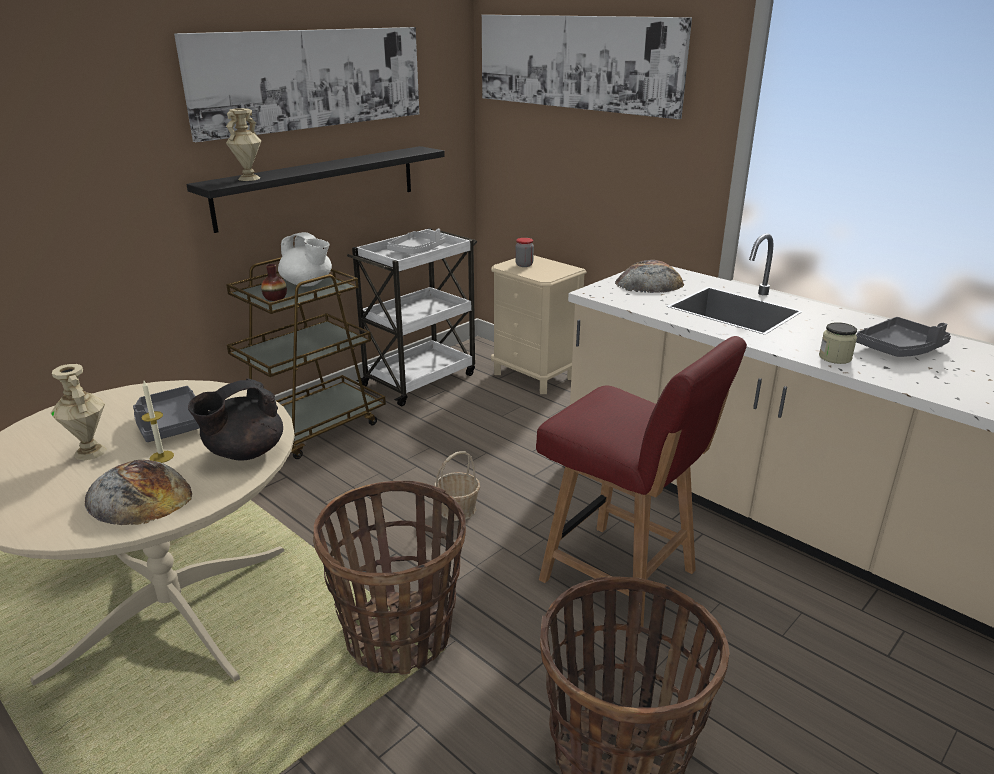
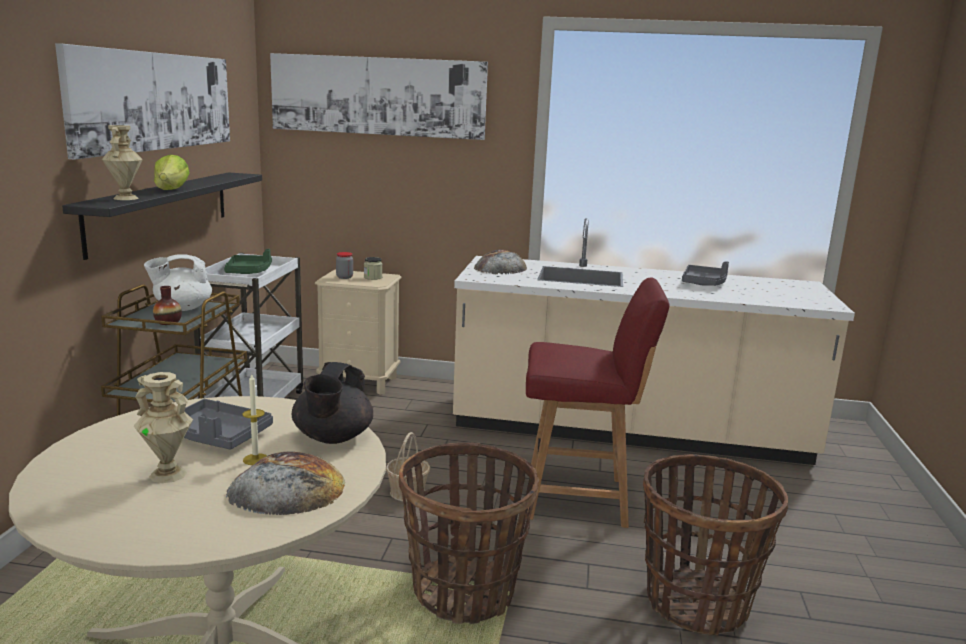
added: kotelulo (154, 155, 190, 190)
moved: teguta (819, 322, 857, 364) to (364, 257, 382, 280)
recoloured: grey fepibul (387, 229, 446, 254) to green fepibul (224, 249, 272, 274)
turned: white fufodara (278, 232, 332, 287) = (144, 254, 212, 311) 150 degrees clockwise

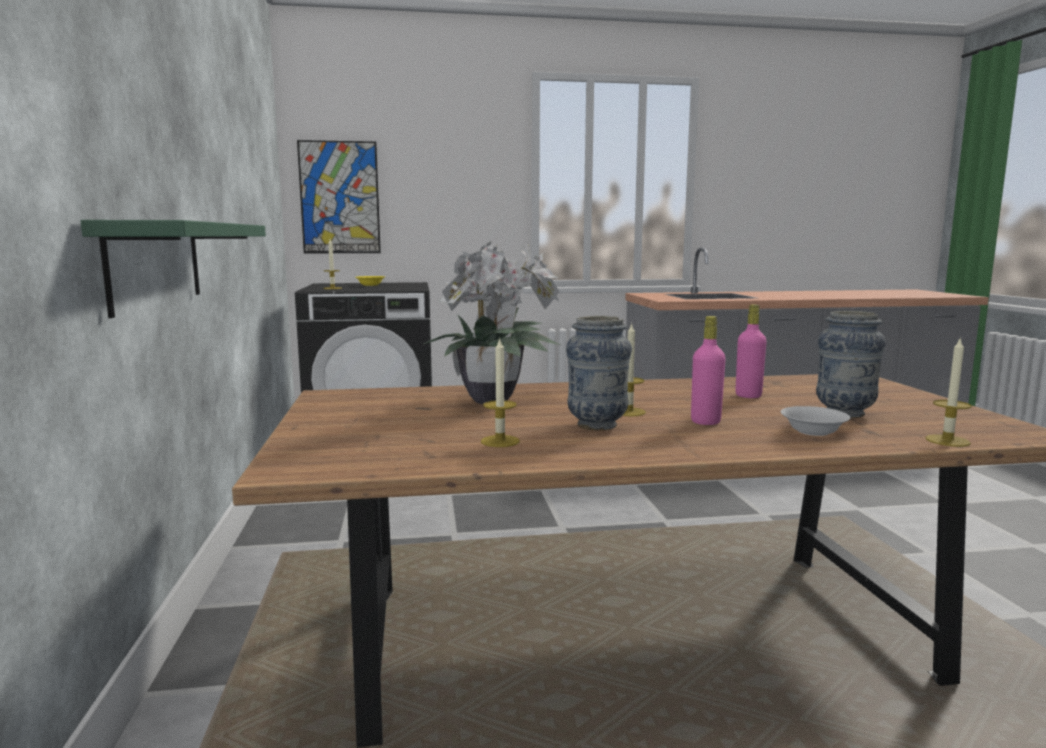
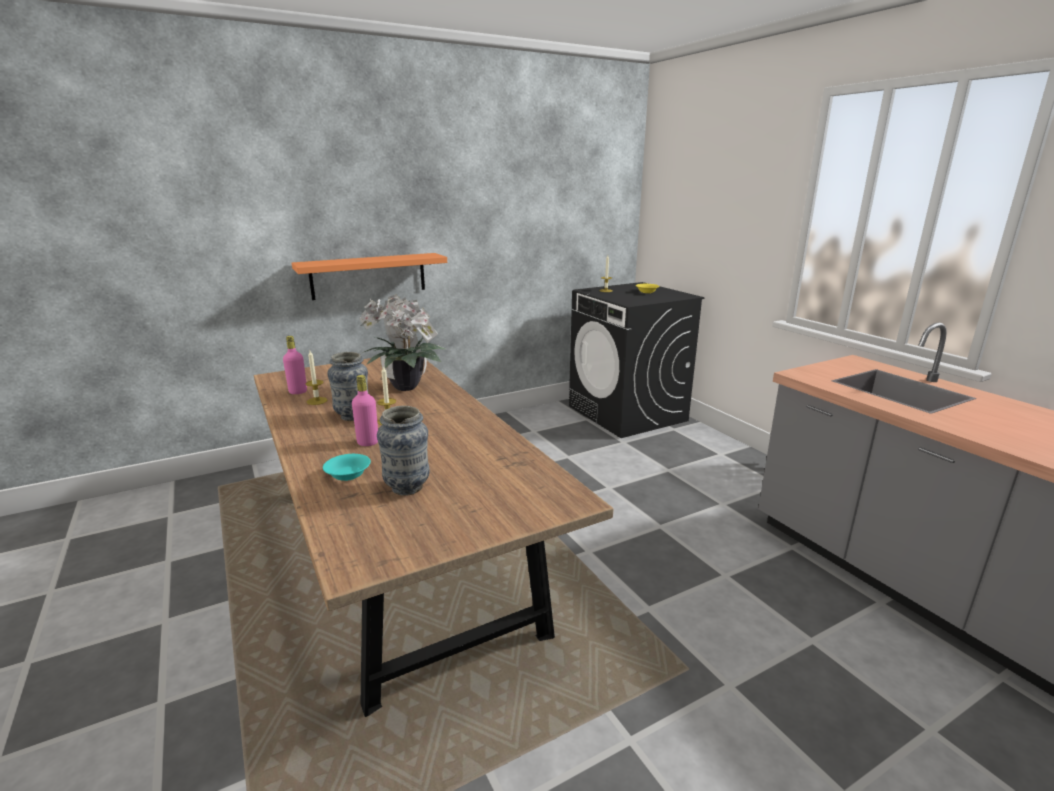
removed: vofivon (297, 140, 381, 253); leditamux (925, 337, 972, 447)
moved: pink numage (735, 304, 767, 398) to (283, 336, 307, 394)
recoloured: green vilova (81, 220, 266, 318) to orange vilova (292, 253, 447, 300); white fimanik (781, 406, 850, 436) to turquoise fimanik (323, 454, 371, 481)

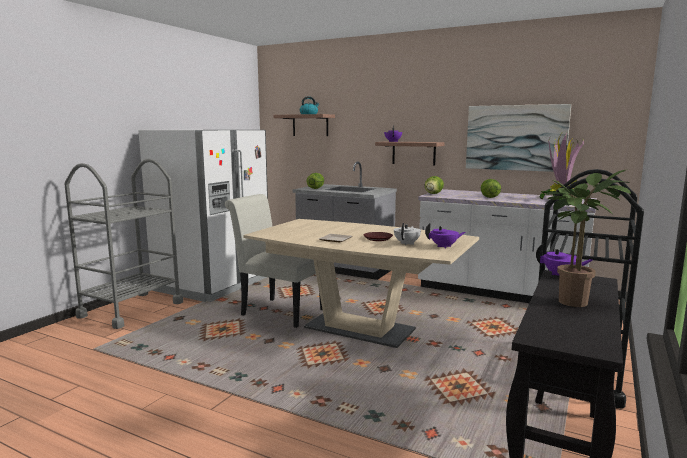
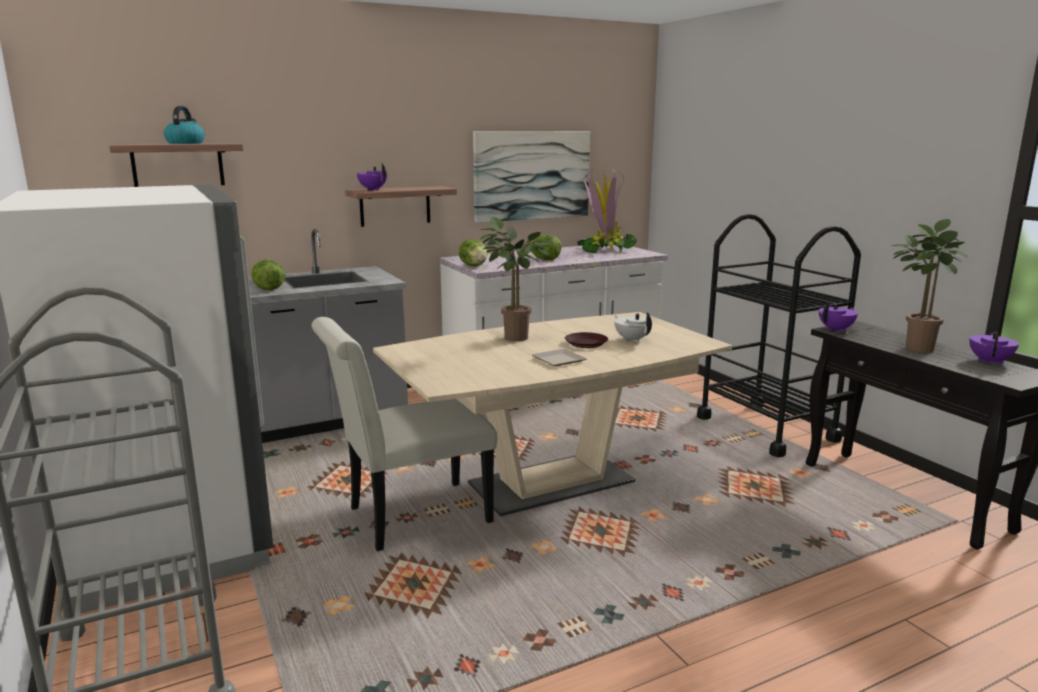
added: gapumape (480, 217, 552, 341)
moved: purple fufodara (425, 223, 465, 249) to (969, 331, 1019, 364)

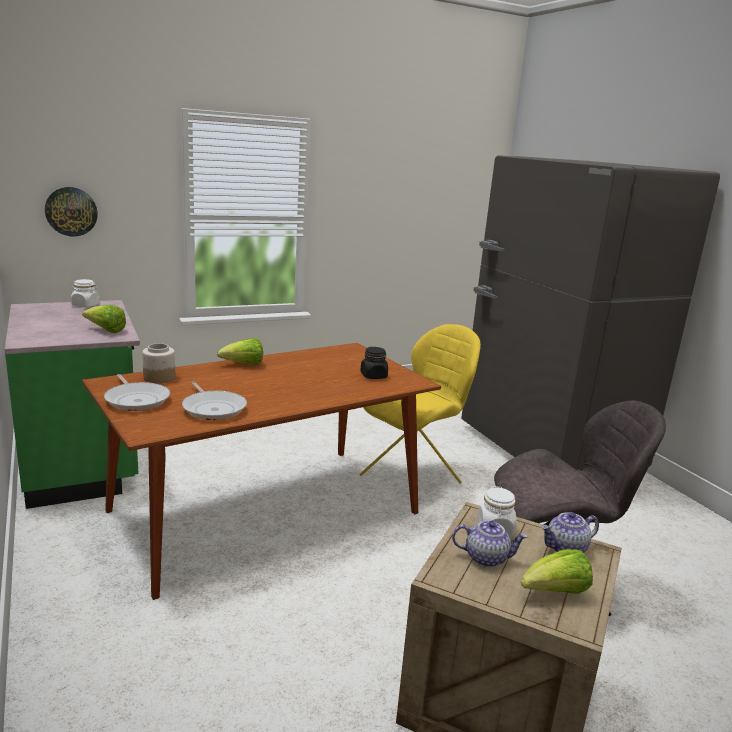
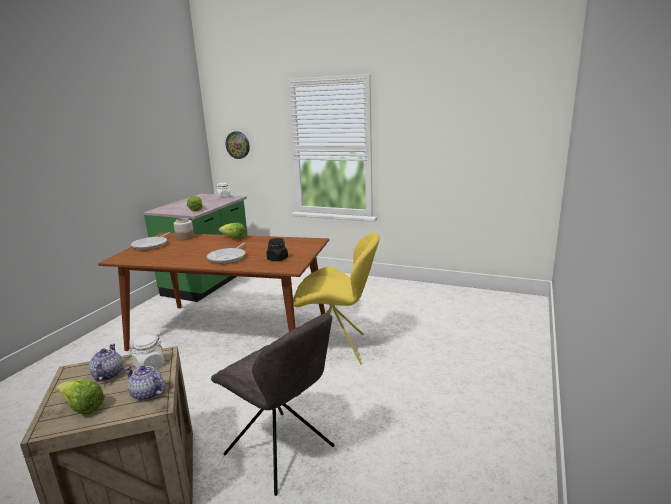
removed: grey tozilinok (461, 155, 720, 471)
moved: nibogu (182, 381, 247, 420) to (207, 243, 245, 264)
turned: fufodara (452, 521, 528, 567) = (89, 343, 123, 382) 150 degrees counterclockwise

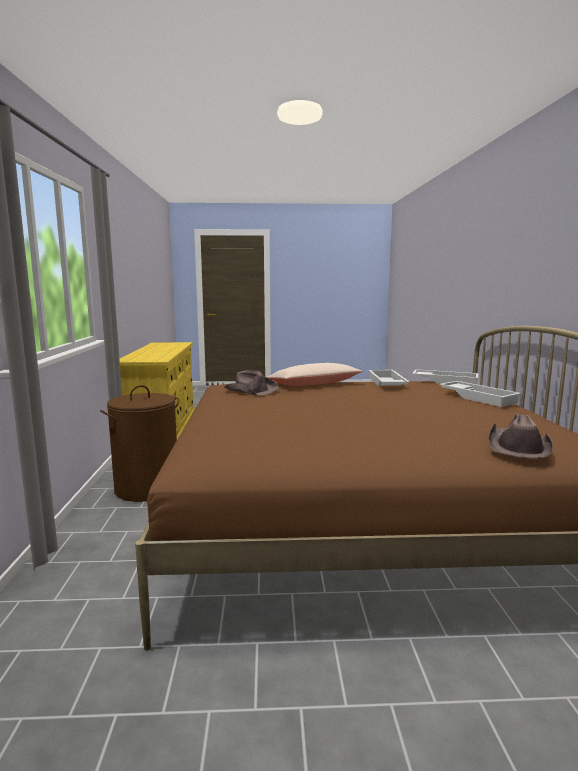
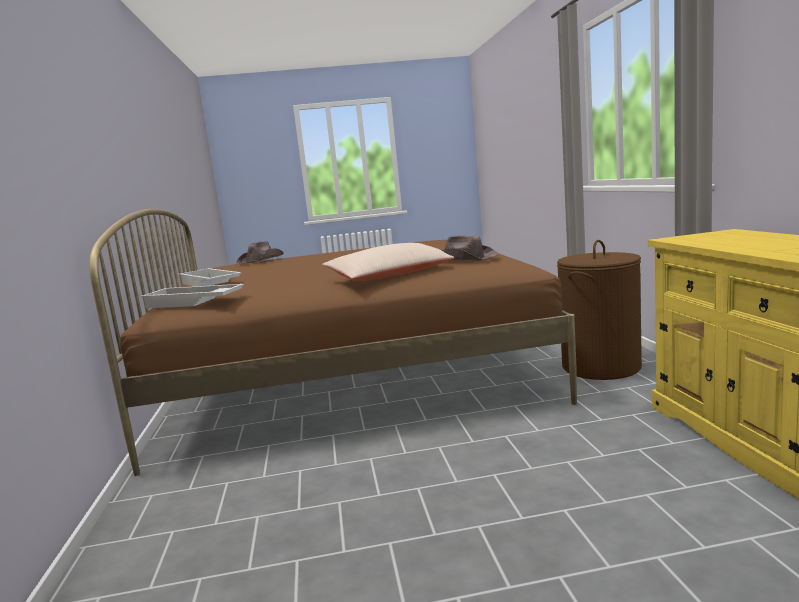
removed: white fepibul (368, 370, 410, 386)

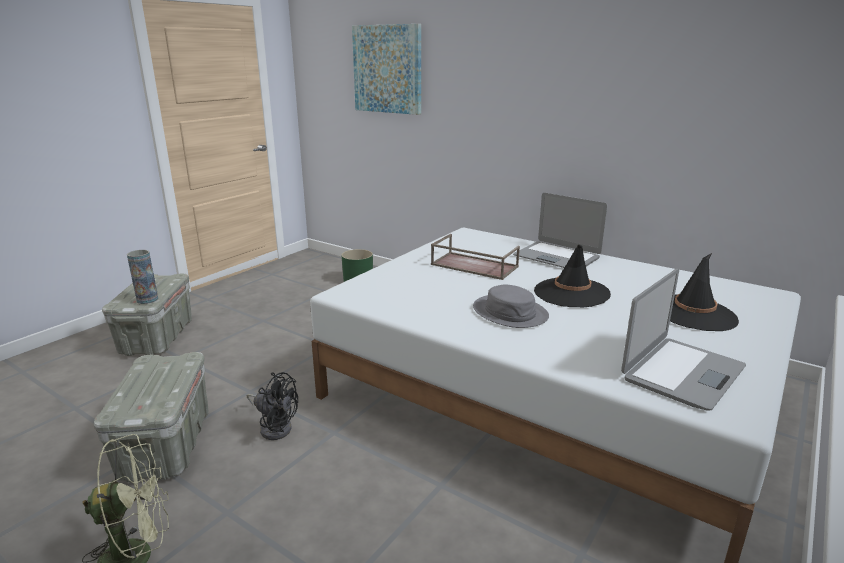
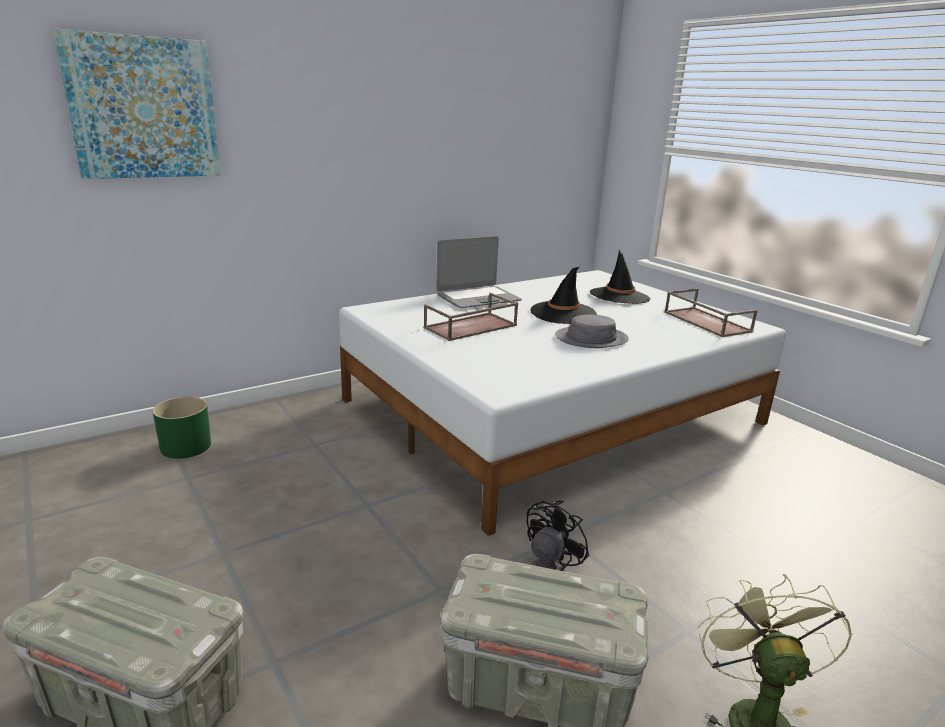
removed: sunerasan (127, 250, 158, 304)
replaced: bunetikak (621, 269, 746, 411) to brown fepibul (664, 288, 758, 337)

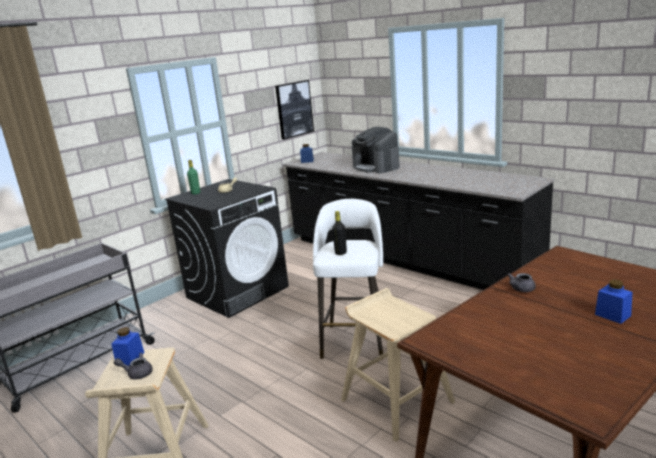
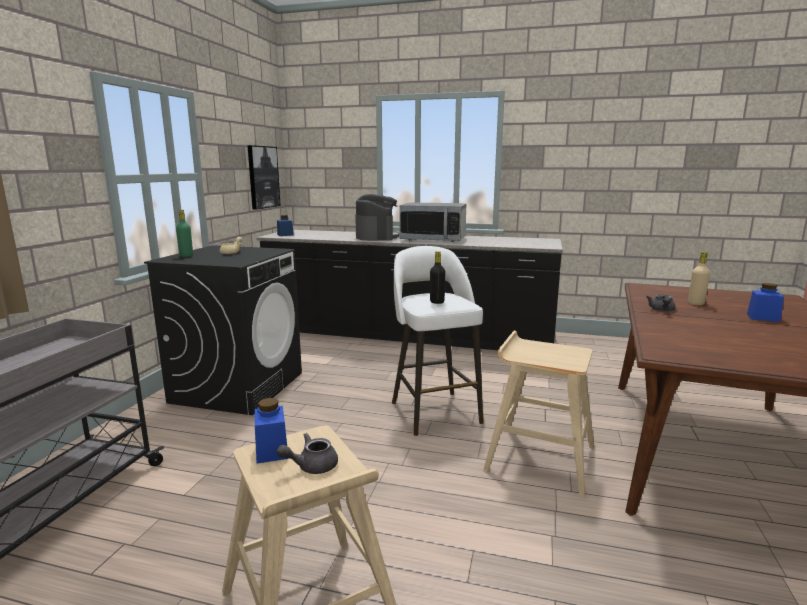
added: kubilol (399, 202, 466, 242); beige numage (688, 252, 710, 305)
turned: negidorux (352, 127, 400, 173) = (355, 194, 399, 241) 120 degrees counterclockwise

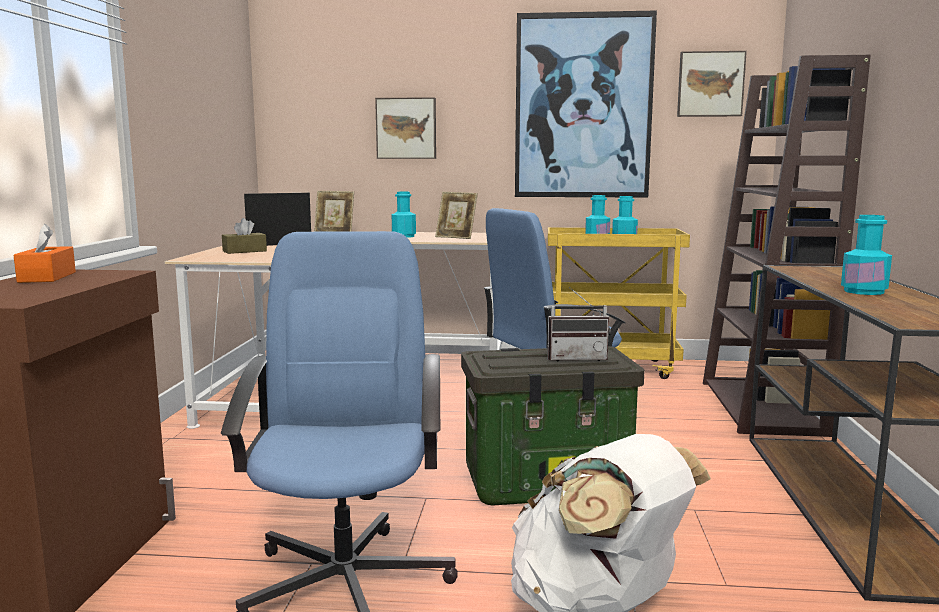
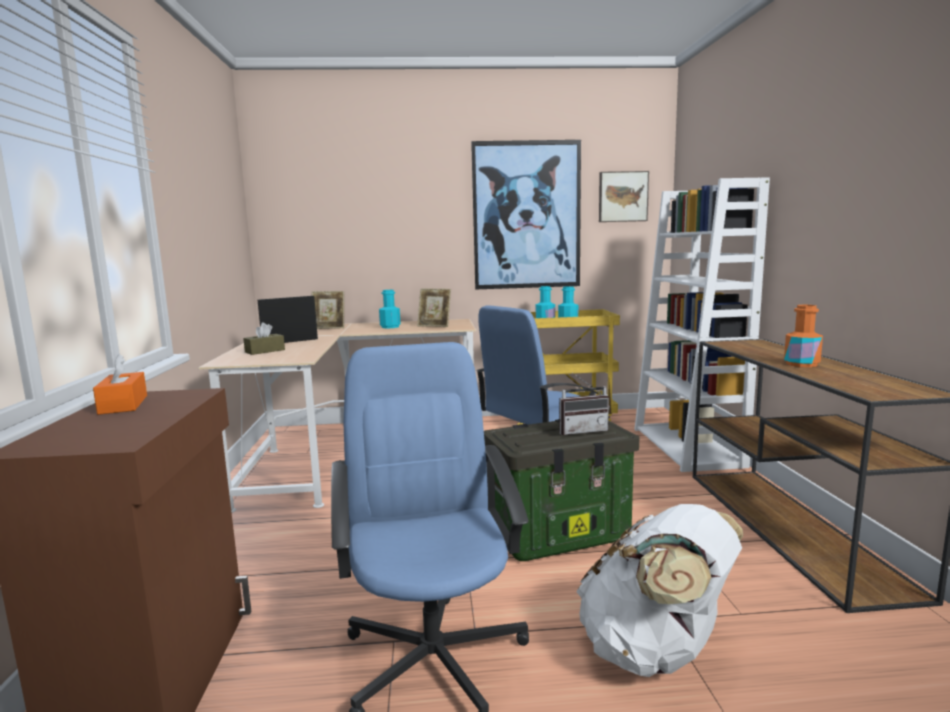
removed: vofivon (375, 97, 436, 159)
recoloured: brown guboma (703, 55, 871, 437) to white guboma (634, 177, 770, 472); turquoise numage (841, 215, 892, 295) to orange numage (784, 305, 823, 367)

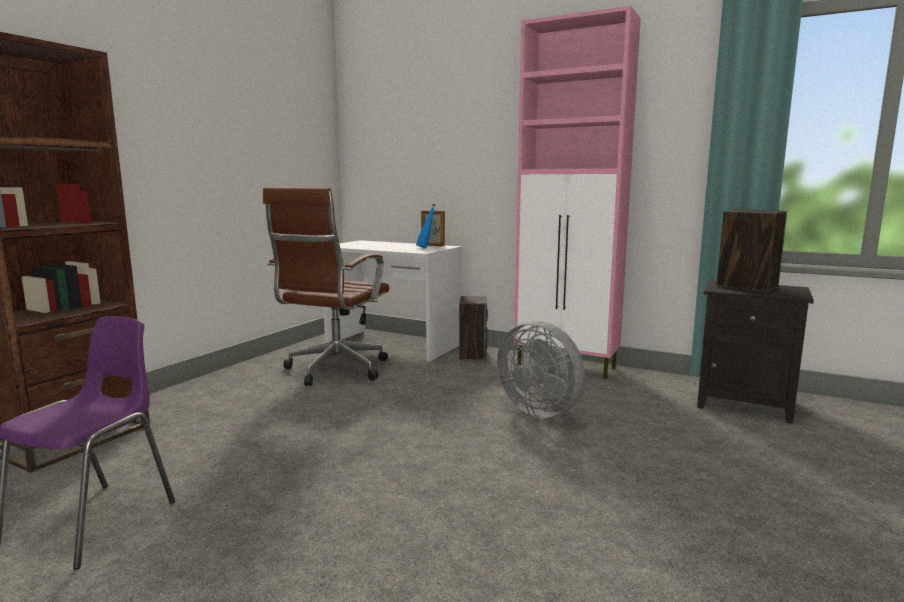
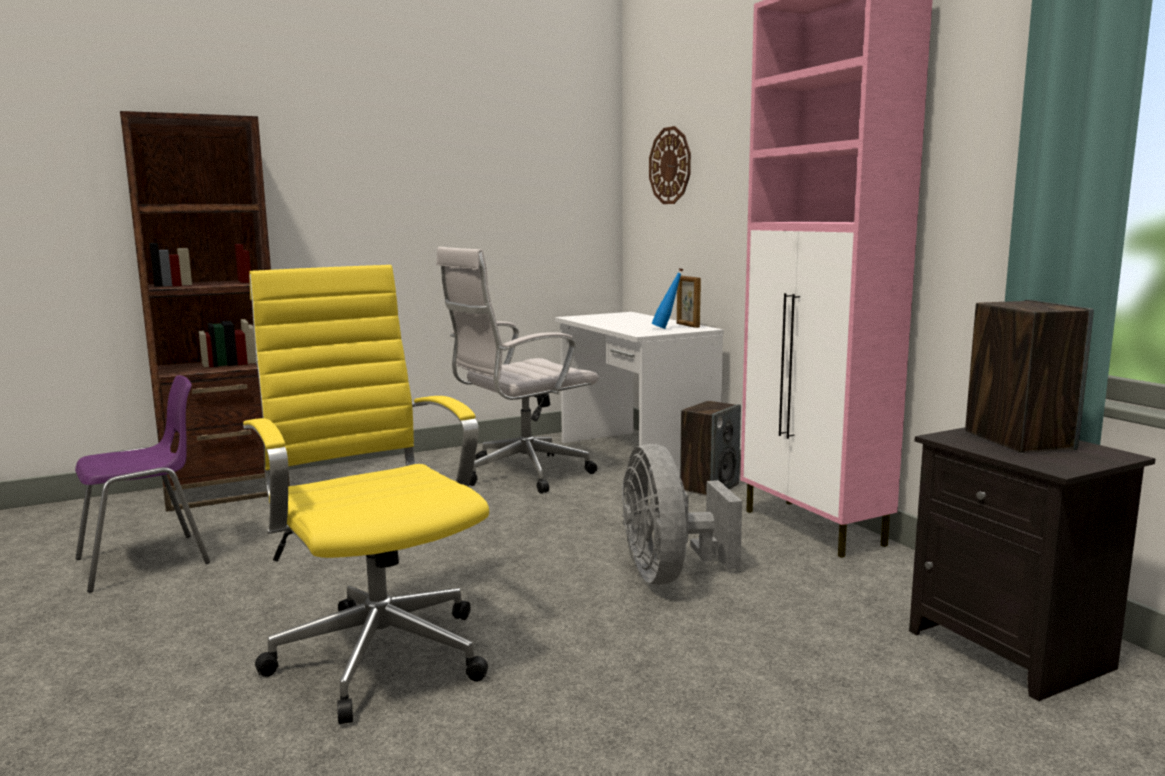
added: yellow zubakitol (243, 265, 489, 724); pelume (649, 126, 691, 204)
recoloured: brown zubakitol (263, 188, 389, 386) to white zubakitol (436, 247, 599, 494)

